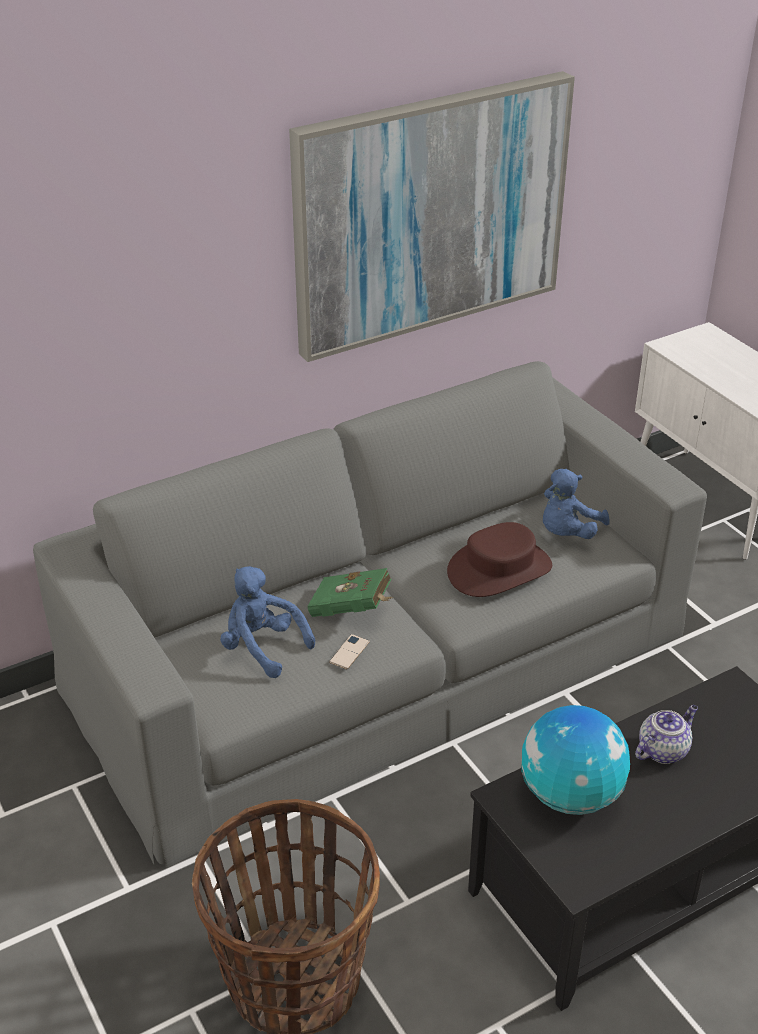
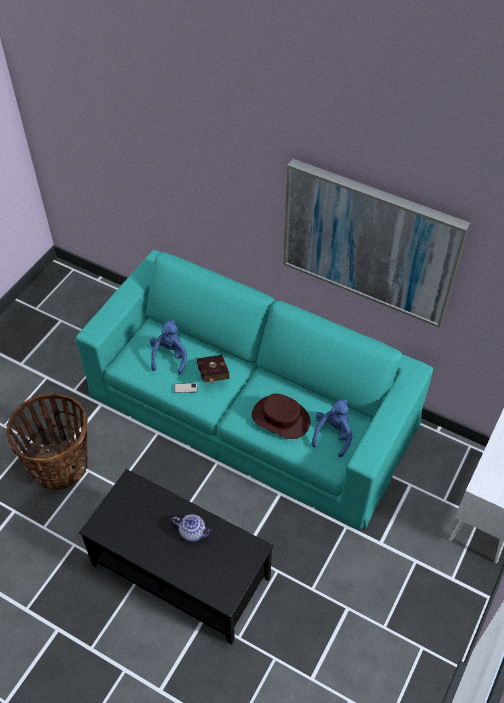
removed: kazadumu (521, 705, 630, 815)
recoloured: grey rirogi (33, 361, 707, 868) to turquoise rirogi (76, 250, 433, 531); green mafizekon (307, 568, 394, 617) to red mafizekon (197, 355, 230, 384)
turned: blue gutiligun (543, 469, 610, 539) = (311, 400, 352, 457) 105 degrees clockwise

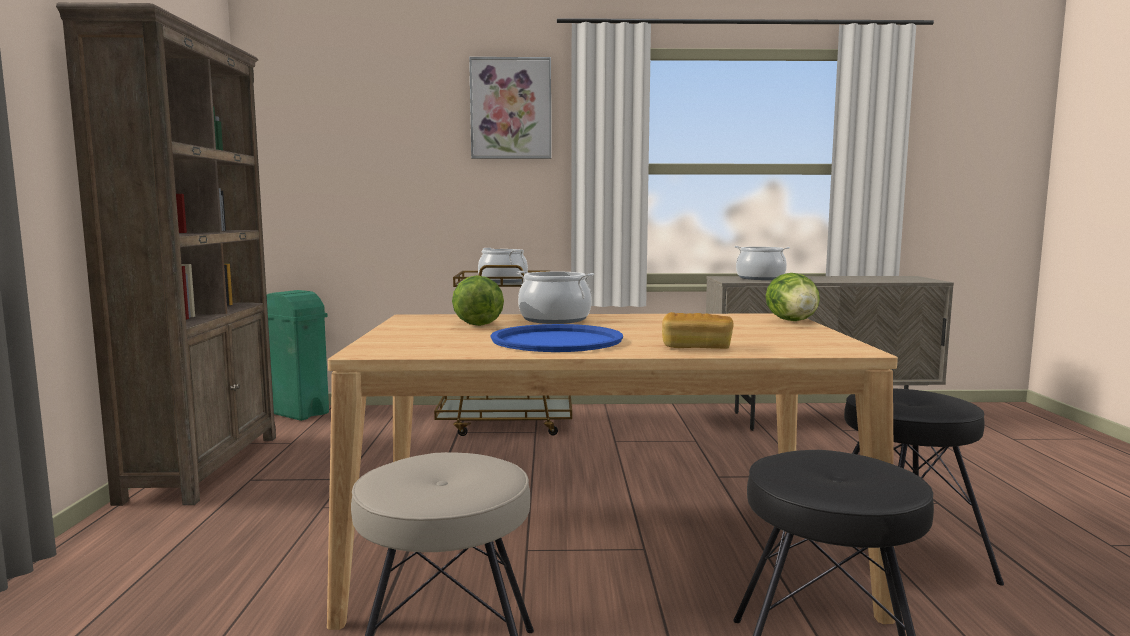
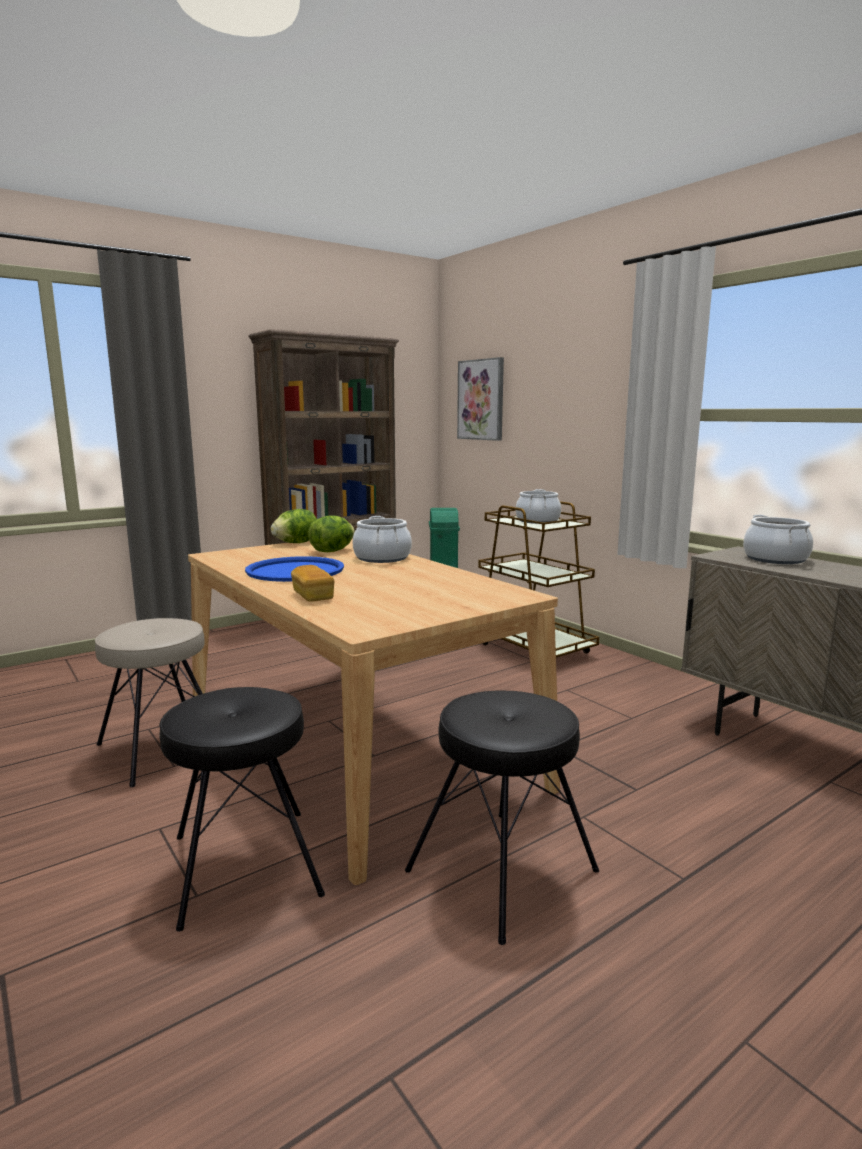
moved: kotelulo (766, 273, 820, 321) to (271, 509, 317, 543); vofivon (469, 57, 551, 159) to (457, 357, 504, 441)

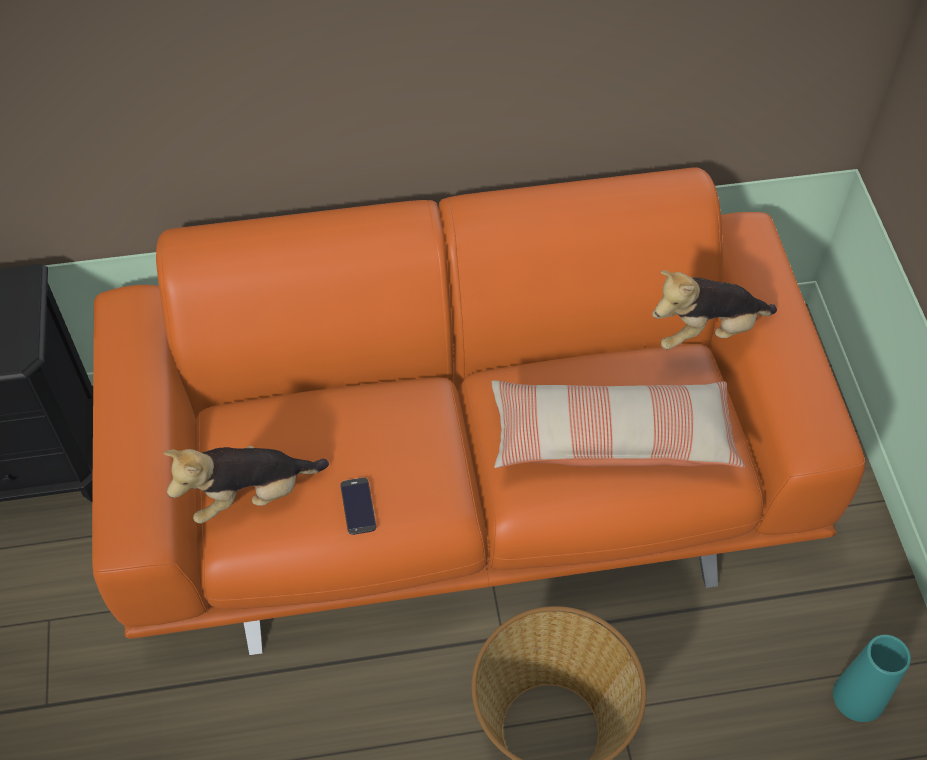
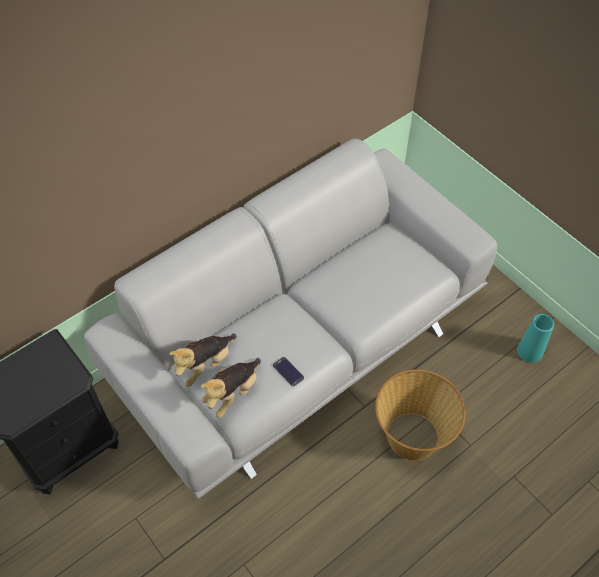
removed: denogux (492, 380, 745, 468)
moved: gutiligun (652, 270, 777, 350) to (169, 333, 236, 387)
recoloured: orange rirogi (92, 167, 865, 655) to grey rirogi (84, 139, 497, 499)

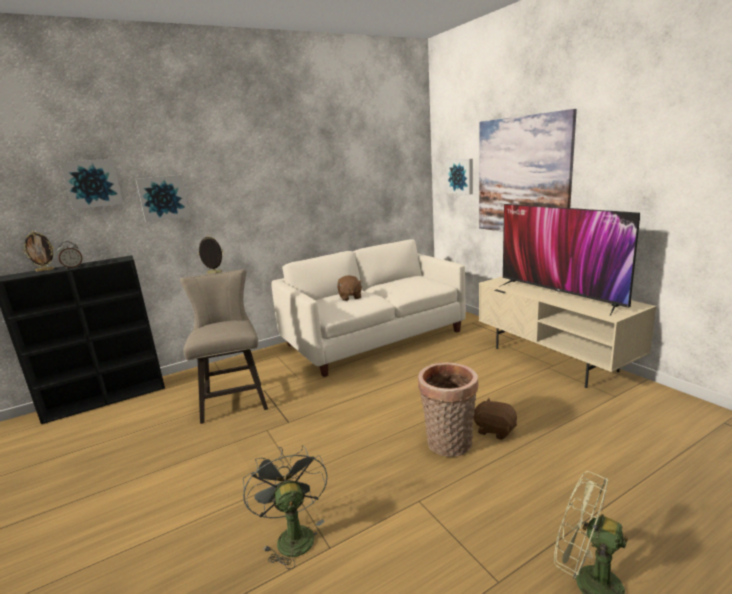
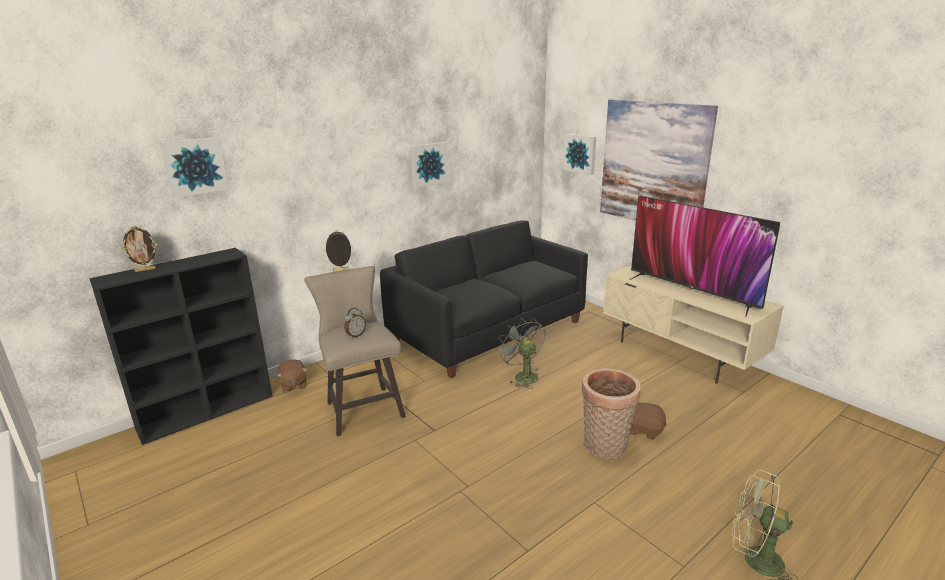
moved: brown gutiligun (337, 275, 362, 301) to (277, 359, 307, 392); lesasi (57, 242, 83, 269) to (344, 308, 366, 338); vofivon (136, 175, 190, 222) to (410, 142, 448, 188); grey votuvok (243, 445, 328, 569) to (497, 318, 545, 389)
recoloured: white rirogi (271, 239, 466, 377) to black rirogi (380, 220, 588, 378)

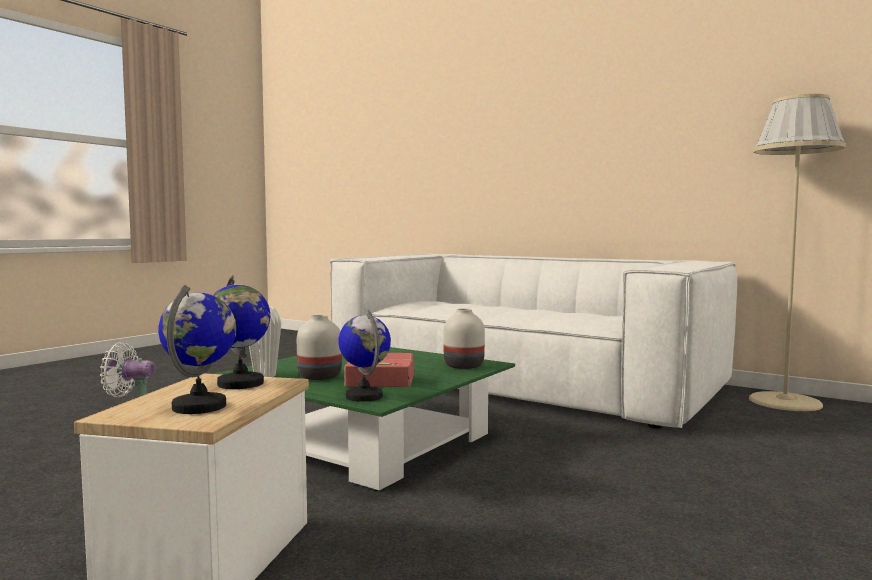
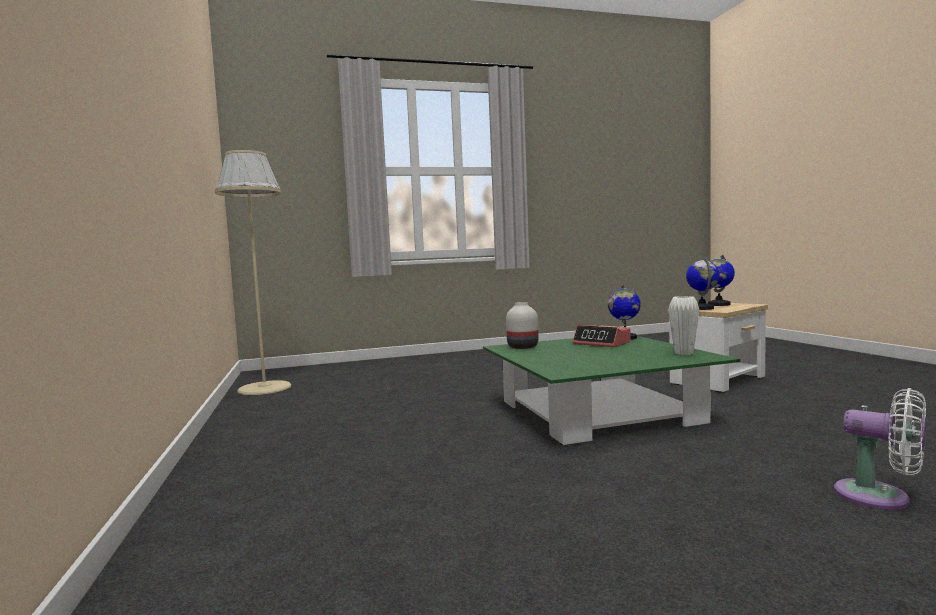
removed: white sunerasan (297, 315, 342, 380); white rirogi (329, 254, 737, 428)

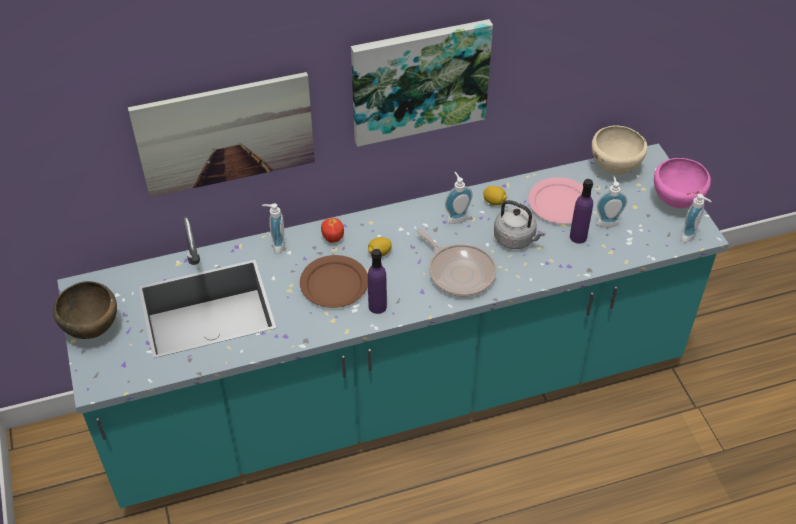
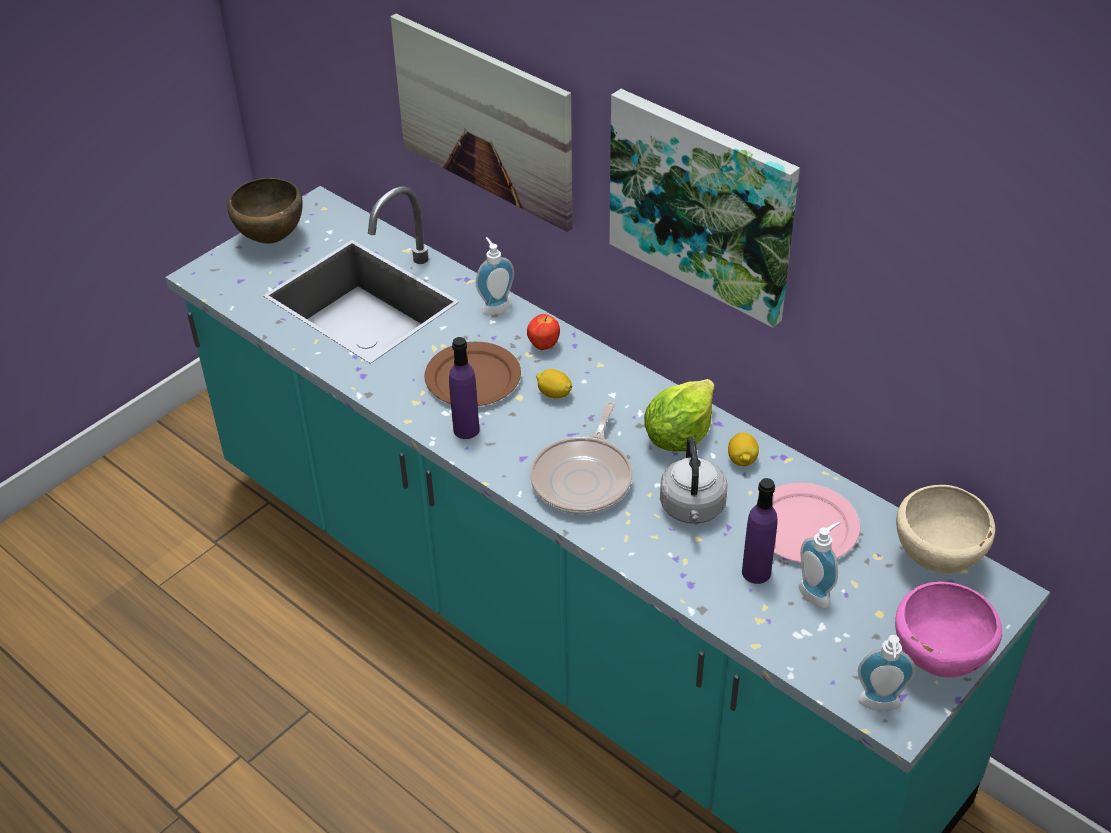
replaced: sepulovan (445, 172, 473, 224) to kotelulo (644, 379, 715, 451)

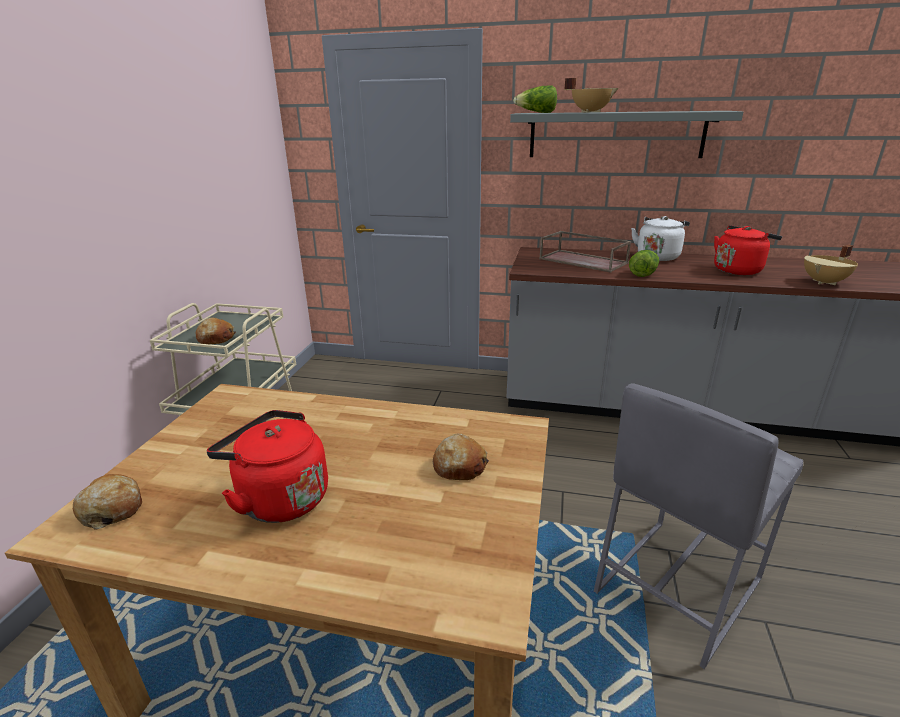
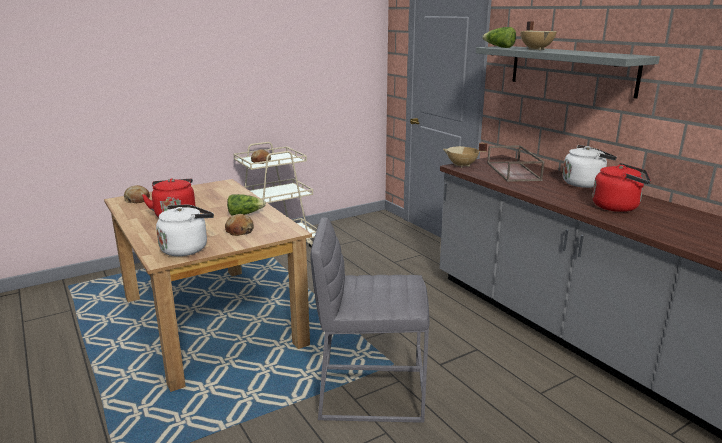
added: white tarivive (156, 205, 214, 256)
moved: kotelulo (629, 250, 659, 277) to (227, 194, 266, 216); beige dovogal (804, 245, 858, 285) to (443, 143, 487, 168)

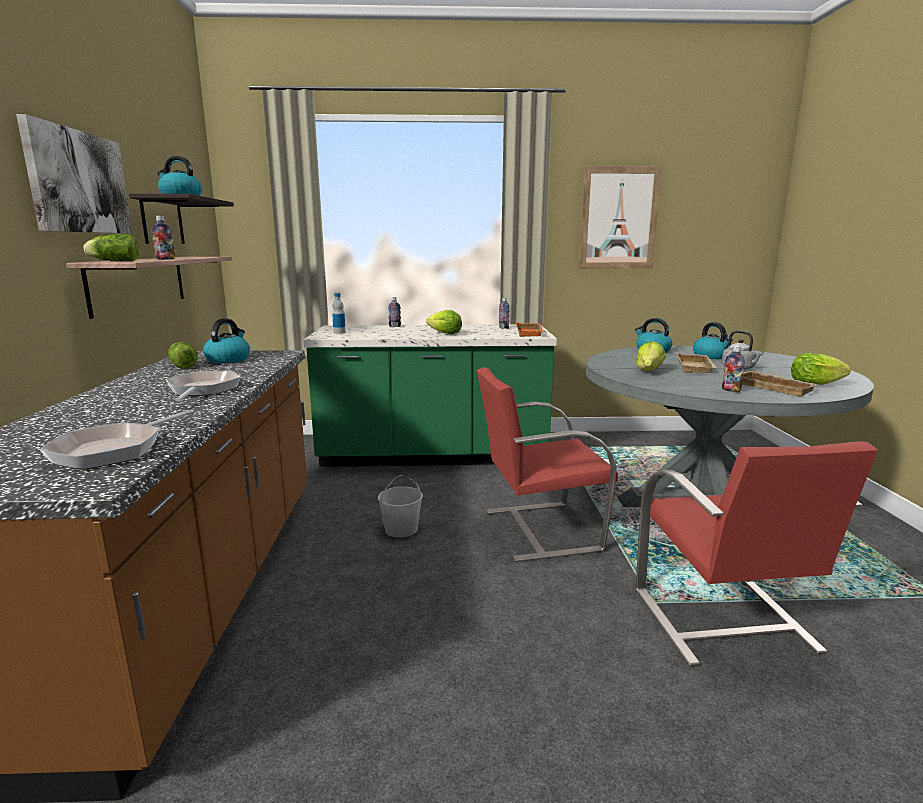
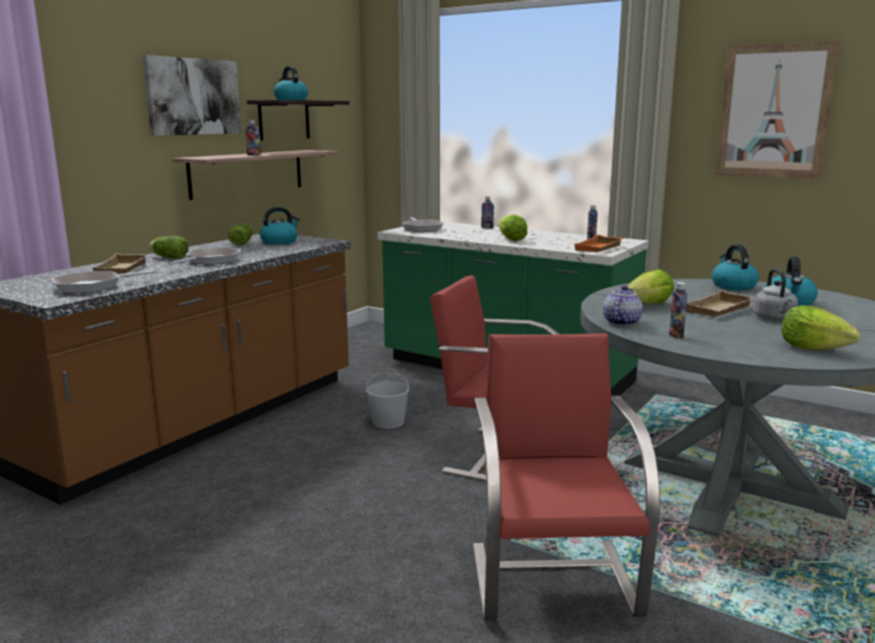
added: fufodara (603, 285, 643, 326)
moved: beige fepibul (742, 371, 818, 396) to (92, 253, 149, 275); kotelulo (84, 234, 139, 261) to (149, 236, 188, 259)
replaced: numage (332, 293, 346, 334) to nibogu (402, 217, 444, 232)
turned: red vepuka (636, 441, 878, 666) = (473, 333, 660, 621) 150 degrees clockwise

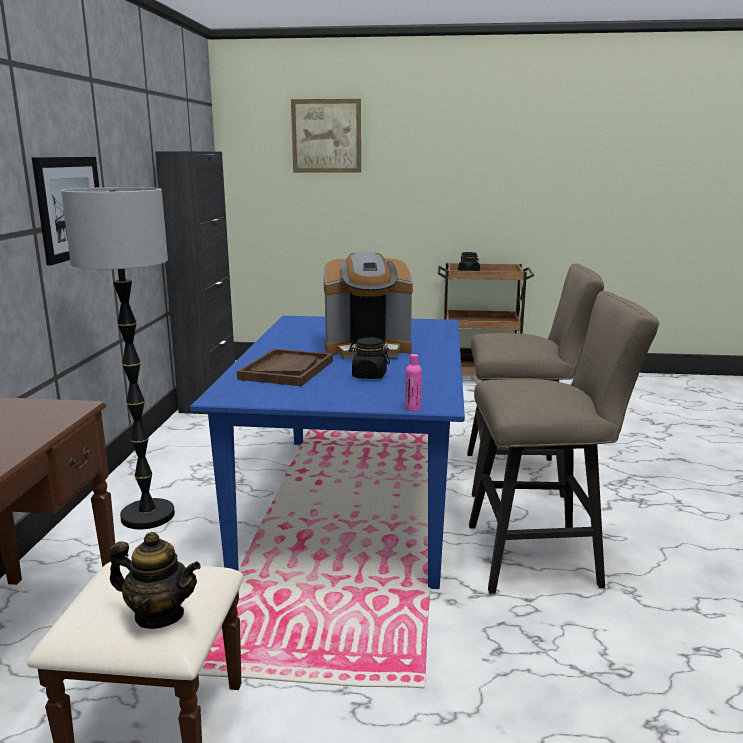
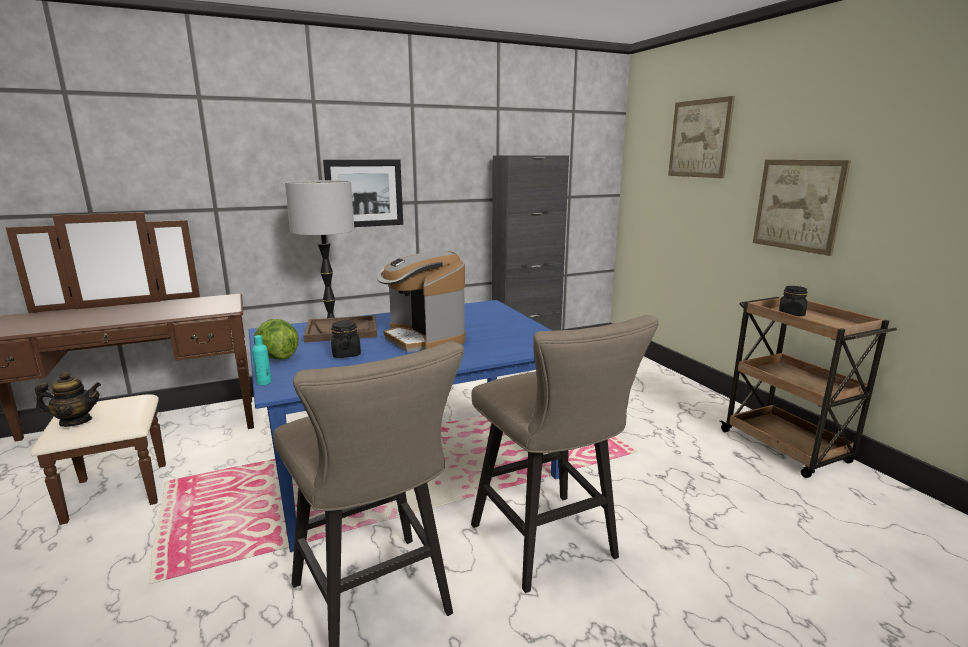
added: kotelulo (254, 319, 299, 360); vofivon (753, 160, 851, 256)
recoloured: pink numage (405, 354, 422, 411) to turquoise numage (252, 335, 272, 385)
turned: fufodara (110, 532, 201, 629) = (35, 372, 101, 427) 90 degrees counterclockwise

